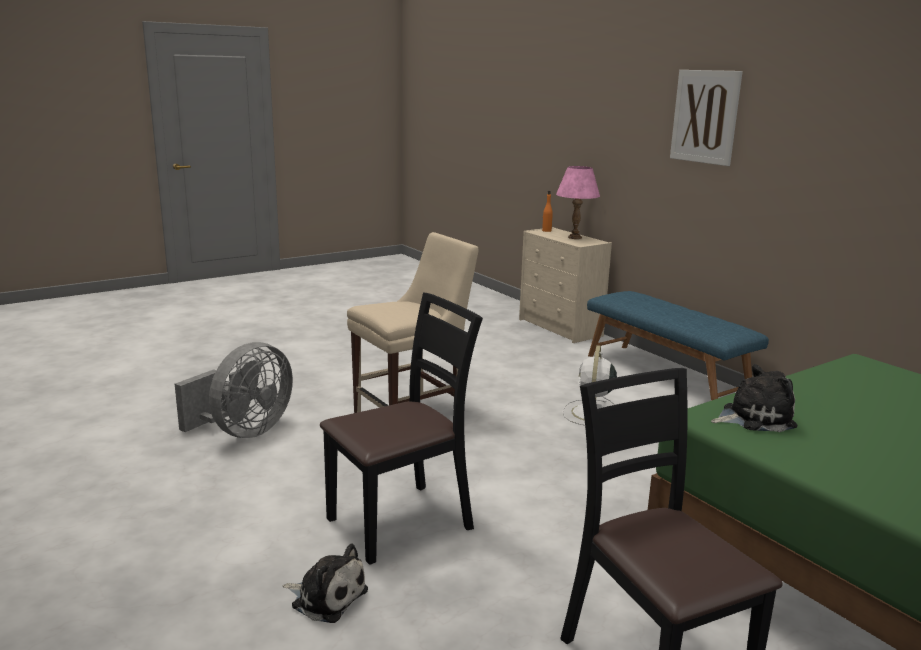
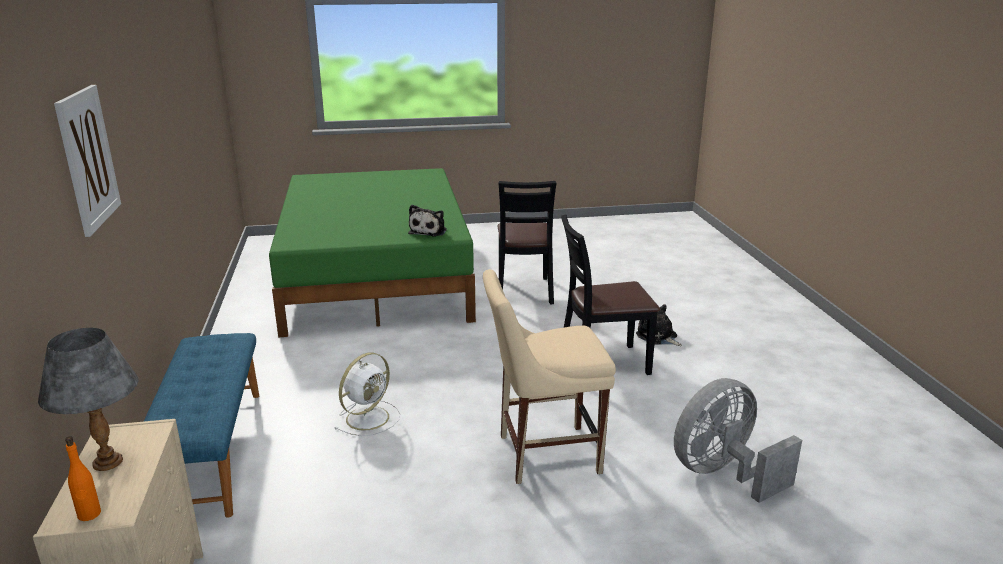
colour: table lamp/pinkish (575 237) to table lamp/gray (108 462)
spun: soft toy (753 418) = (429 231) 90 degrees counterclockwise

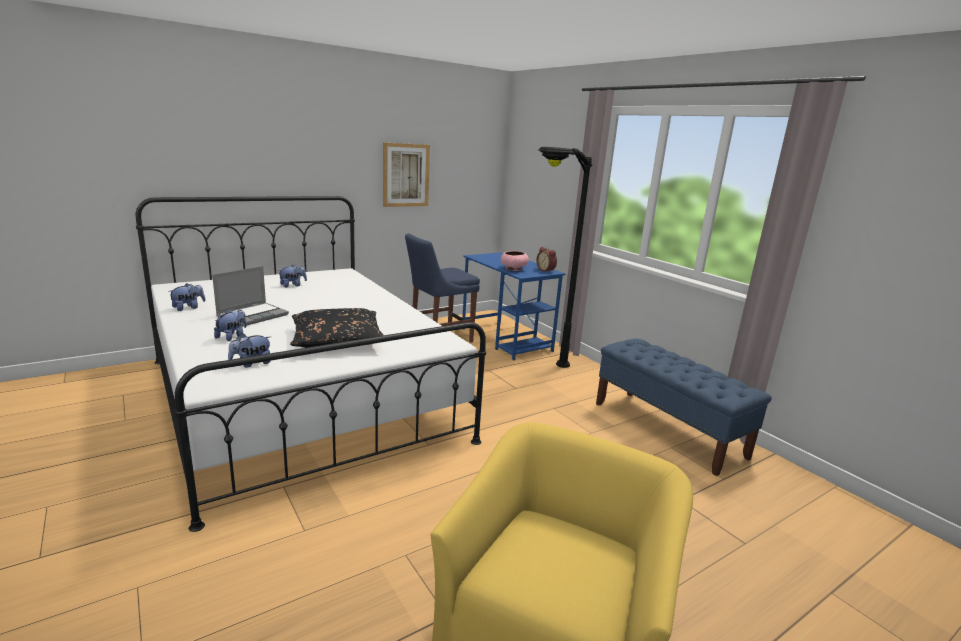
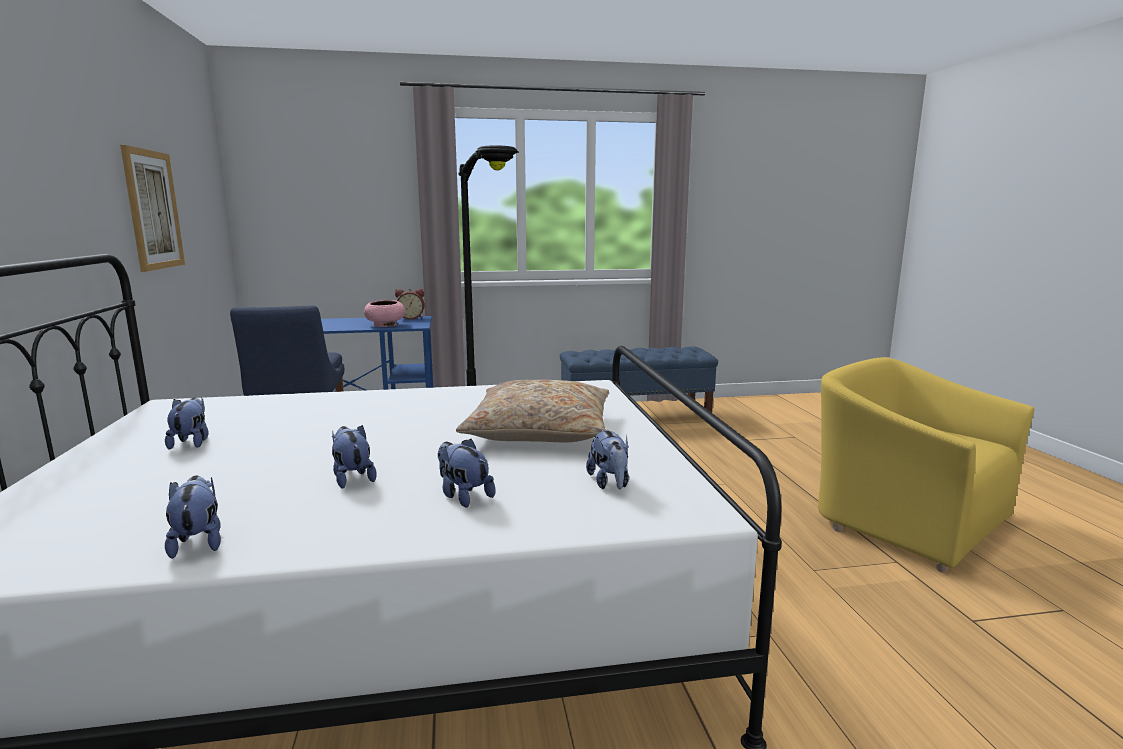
exchanged: notebook computer (253 315) to soft toy (352 478)
colour: pillow/black (337 339) to pillow/beige-coloured (539 430)

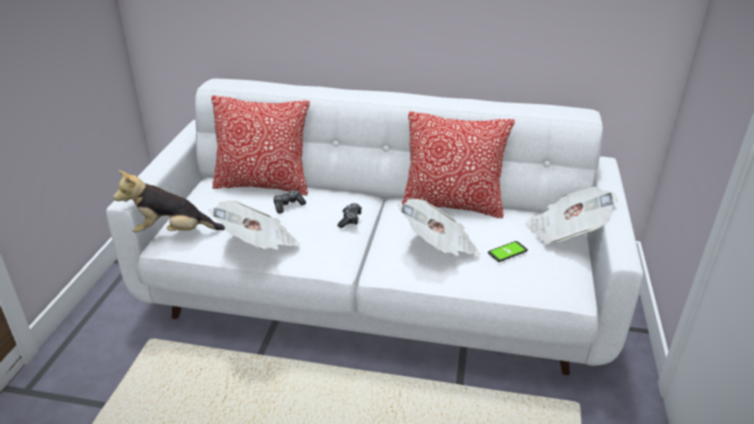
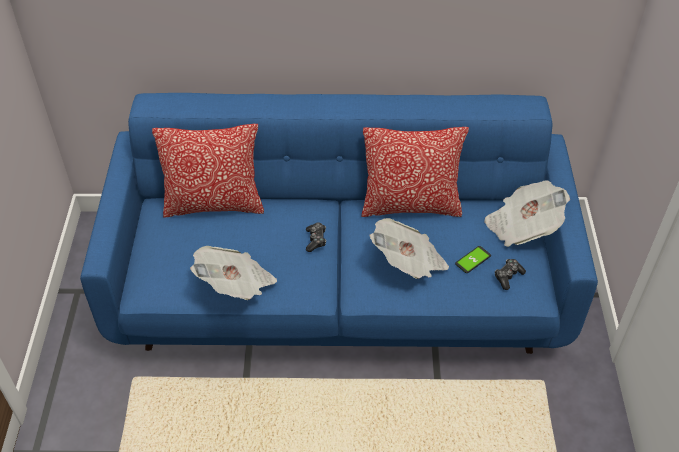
missing: soft toy (172 232)
relocated: joypad (288 205) to (508 276)
colour: couch/white-coloured (377 292) to couch/blue (340 289)

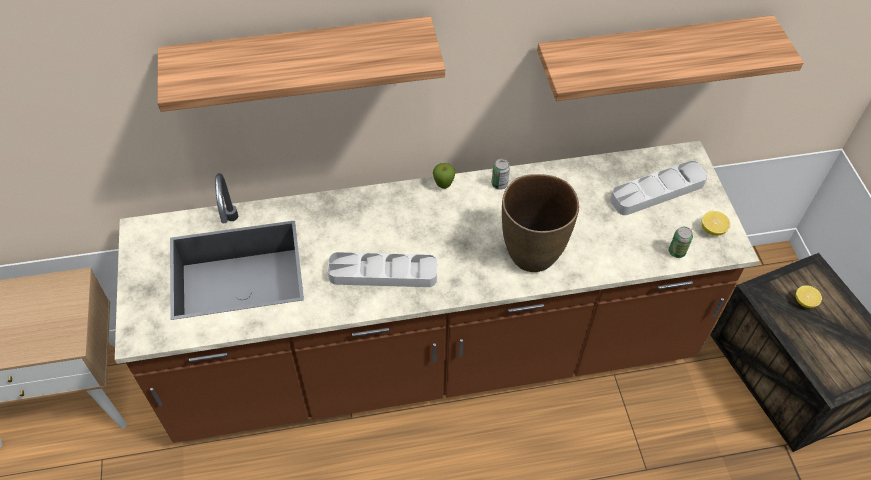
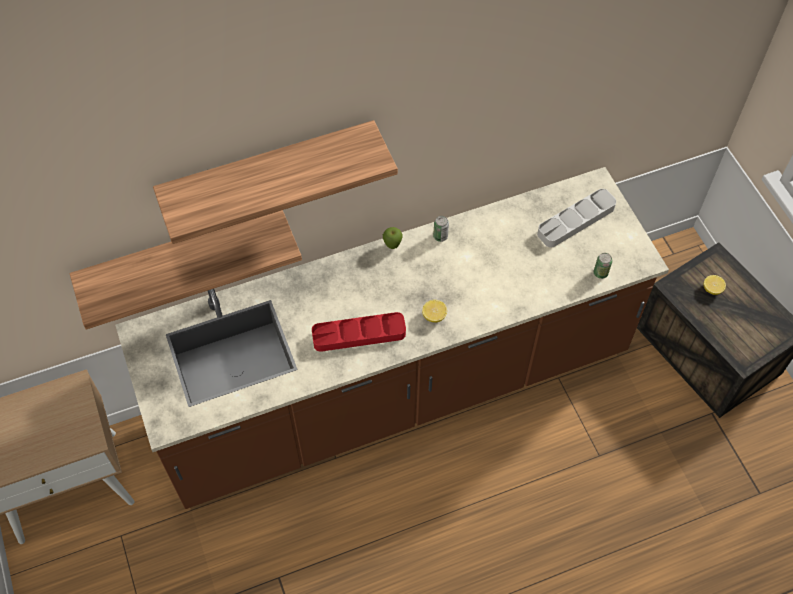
missing: decorative vase/brownish (531 254)
relocated: shelf (650 55) to (182 256); lemon (712 229) to (434 316)
colour: serving tray/gray (383 273) to serving tray/reddish (359 334)

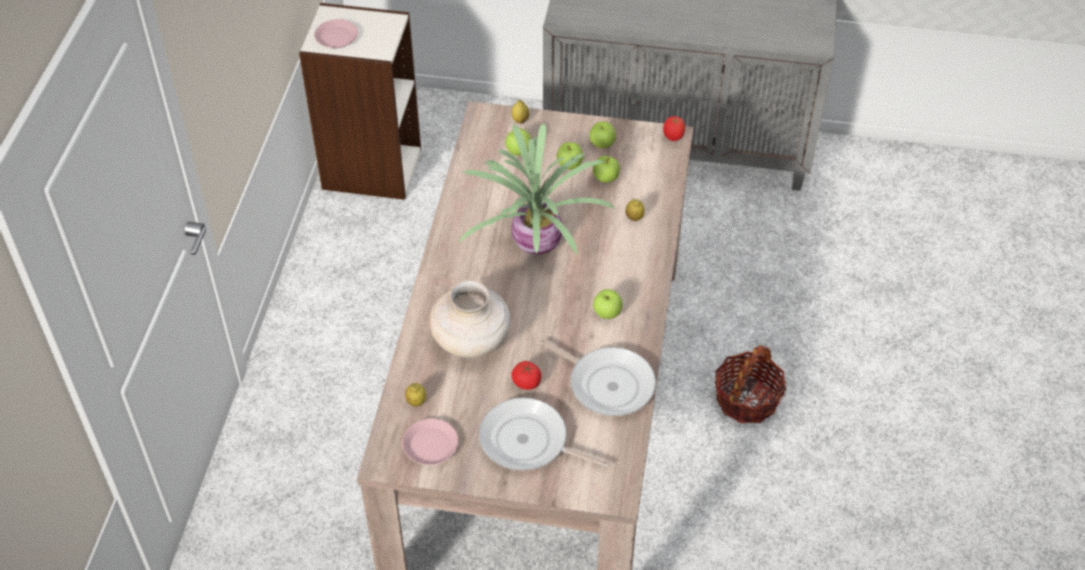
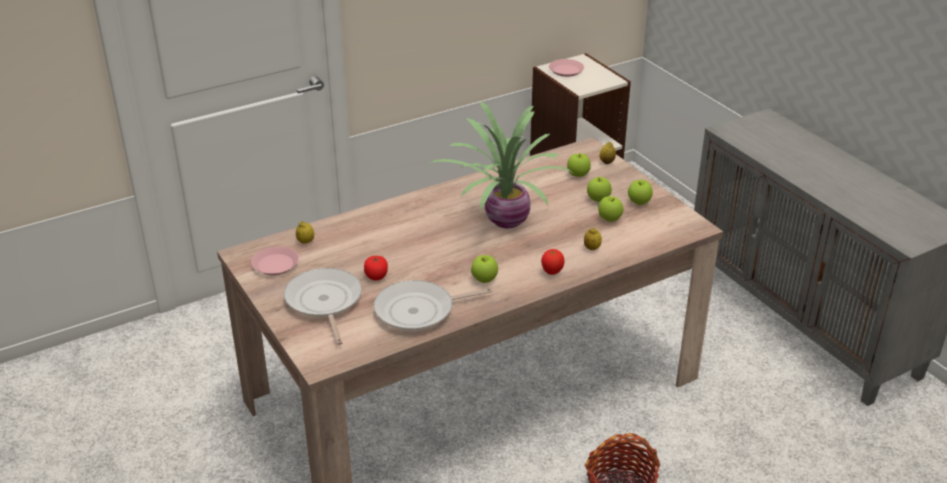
missing: decorative vase/beige-coloured (471 342)
relocated: tomato (673 138) to (551 272)
spun: skillet (607 384) = (419 311) 75 degrees clockwise

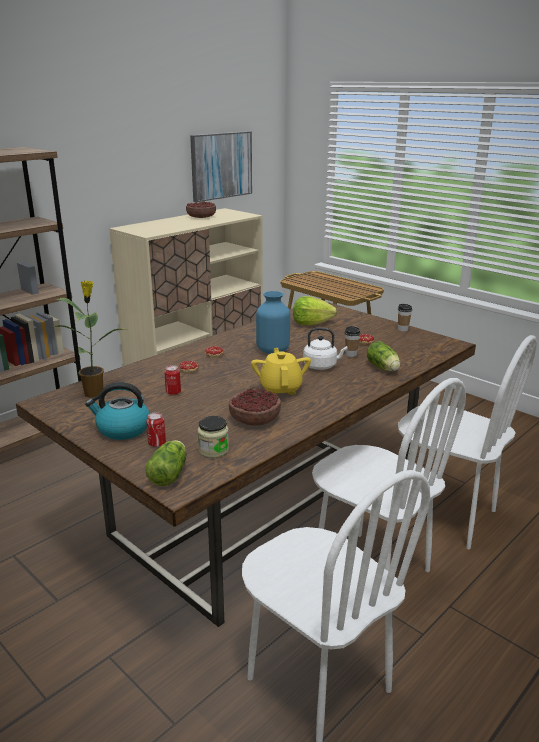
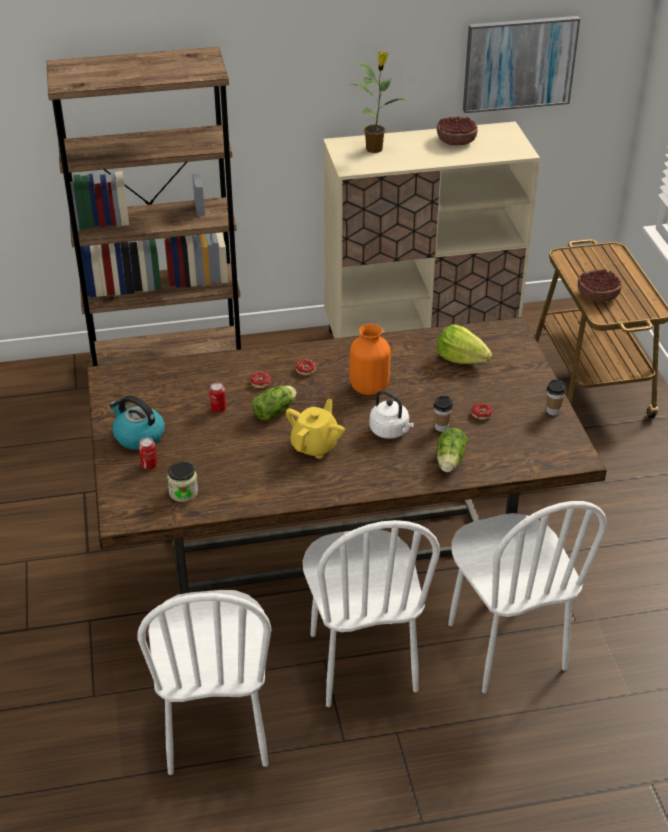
relocated: houseplant (95 393) to (375 149); bowl (255 419) to (598 295); lettuce head (170 473) to (276 411)
colour: decorative vase/blue (272 351) to decorative vase/orange-coloured (368 387)

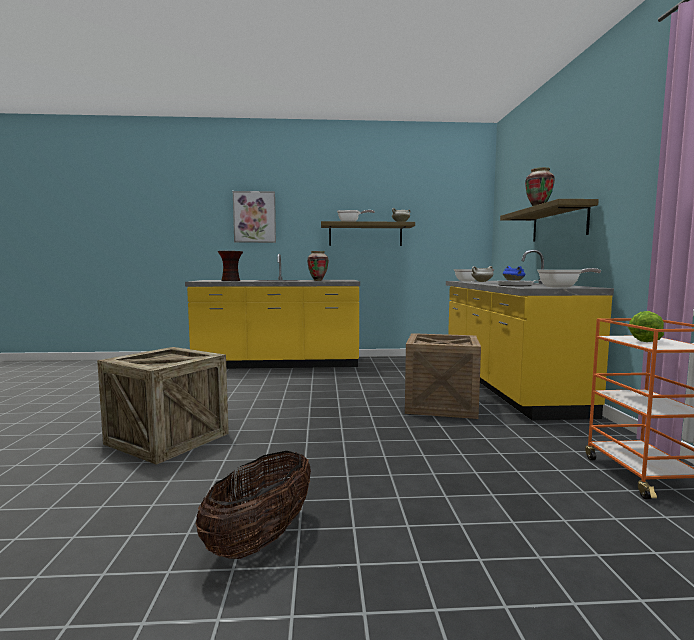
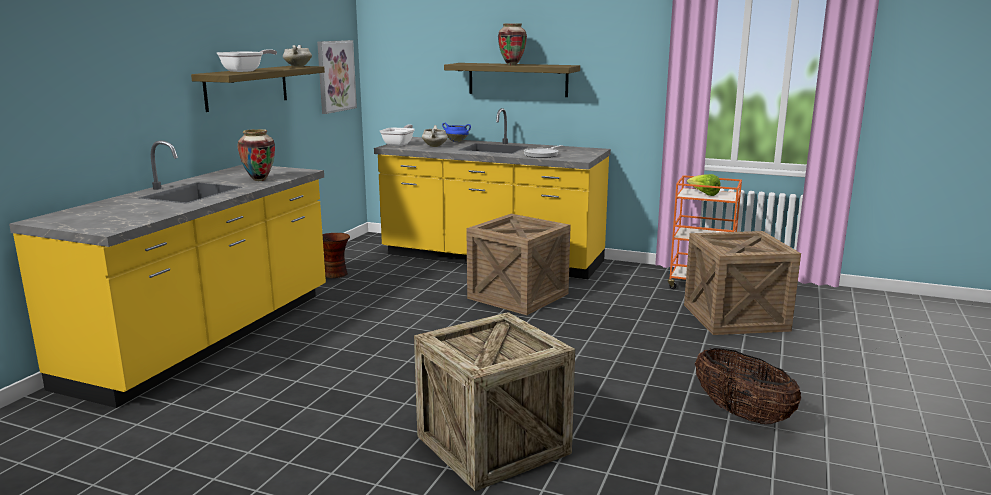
missing: skillet (562 287)
appeared: crate (735 317)
relocated: picture (254 217) to (335 76); decorative vase (231 281) to (335 274)

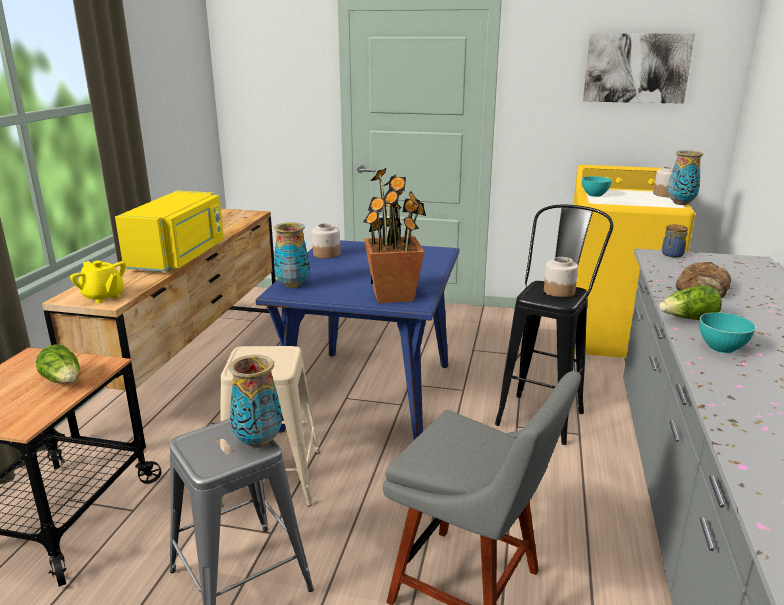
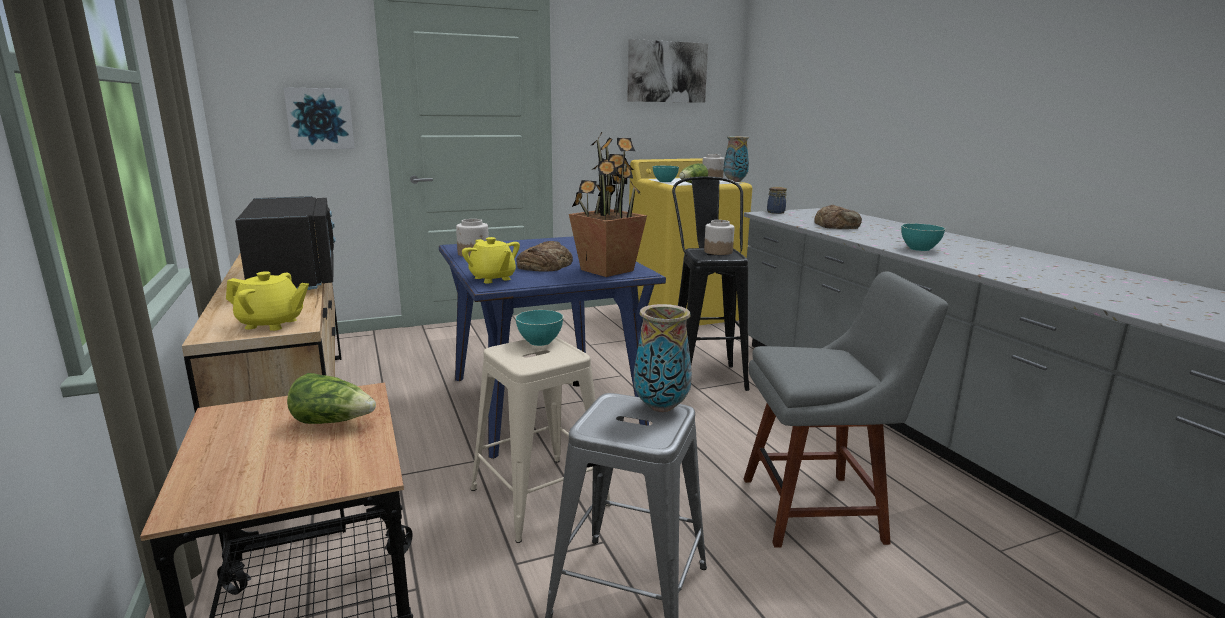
appeared: picture (320 118); bread (545 265); bowl/turquoise (540 341)
relocated: lettuce head (688 319) to (692 184)
exchanged: decorative vase (292 285) to pot for tea/yellow (492 278)
colour: microwave oven/yellow (180 257) to microwave oven/black (297 278)

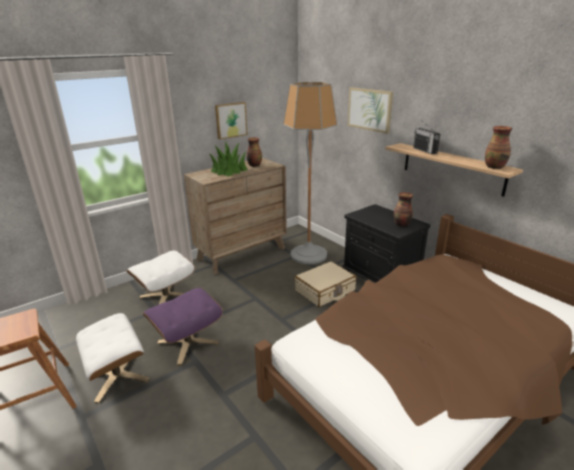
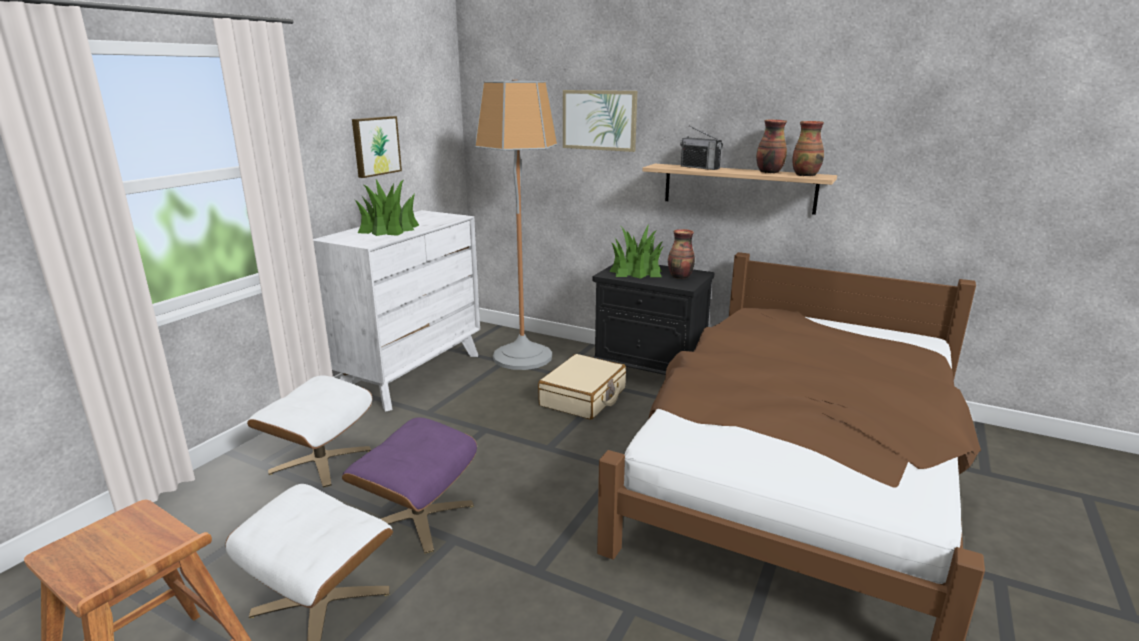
appeared: houseplant (636 271)
relocated: decorative vase (254 165) to (768 172)
colour: chest of drawers/brownish (241 253) to chest of drawers/white-coloured (412 374)

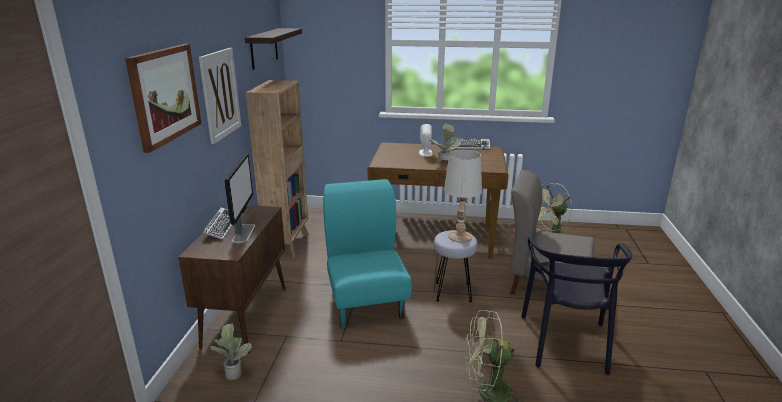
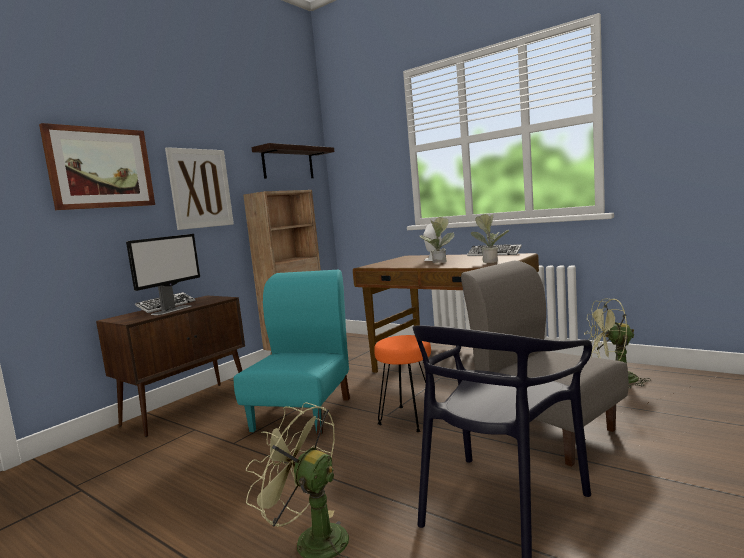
missing: table lamp/white-coloured (459 237)
relocated: houseplant (234 371) to (490 261)
colour: sitting stool/gray (452 292) to sitting stool/orange-coloured (408 418)

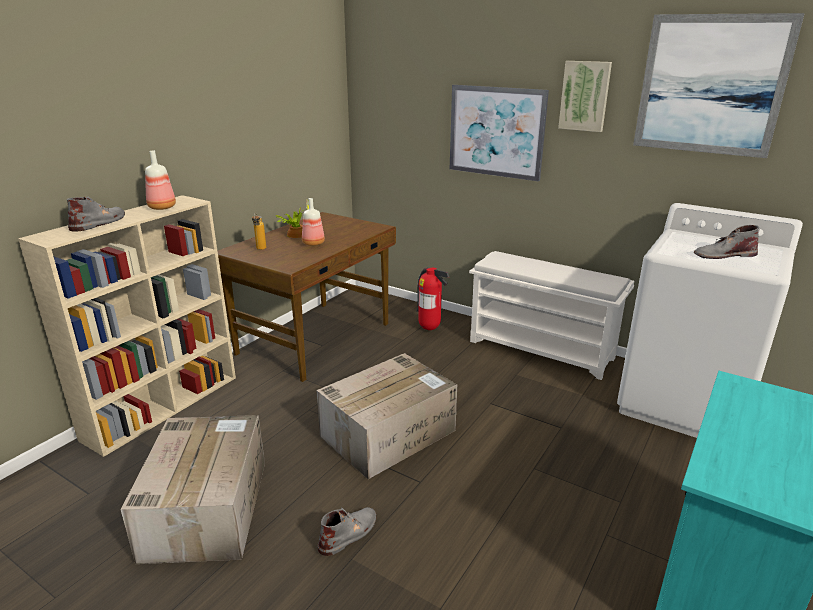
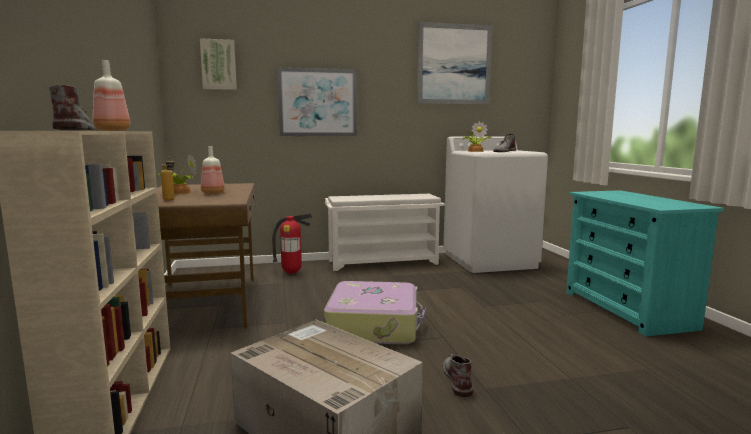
appeared: houseplant (476 151)
relocated: picture (585 96) to (218 65)
exchanged: cardboard box (389 432) to travel case (374 325)

